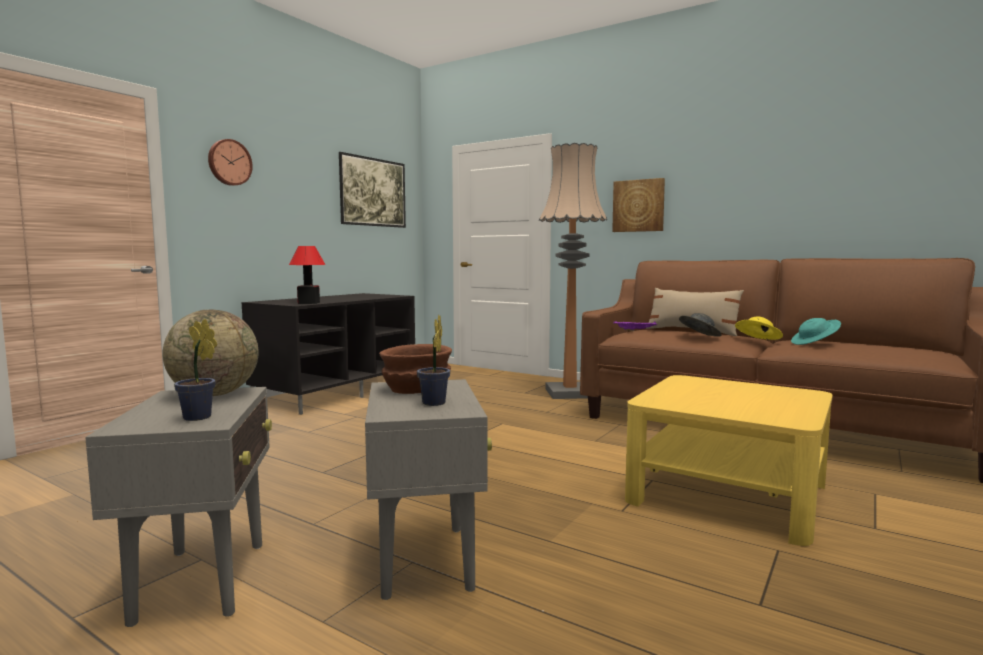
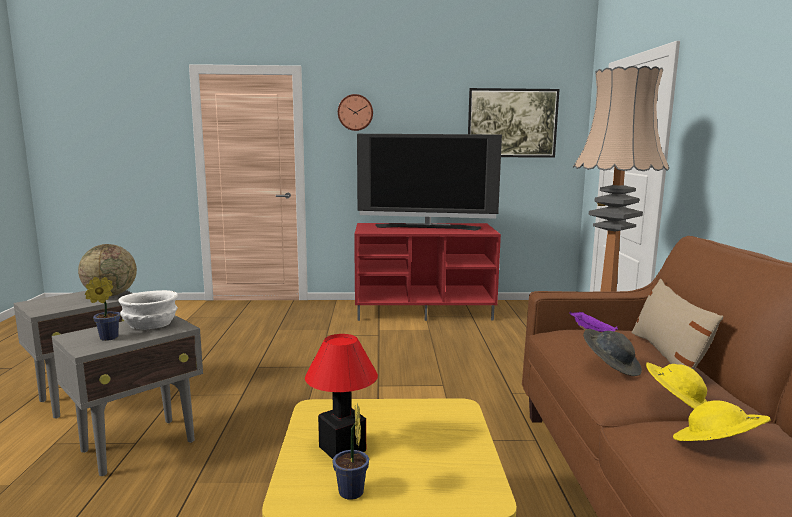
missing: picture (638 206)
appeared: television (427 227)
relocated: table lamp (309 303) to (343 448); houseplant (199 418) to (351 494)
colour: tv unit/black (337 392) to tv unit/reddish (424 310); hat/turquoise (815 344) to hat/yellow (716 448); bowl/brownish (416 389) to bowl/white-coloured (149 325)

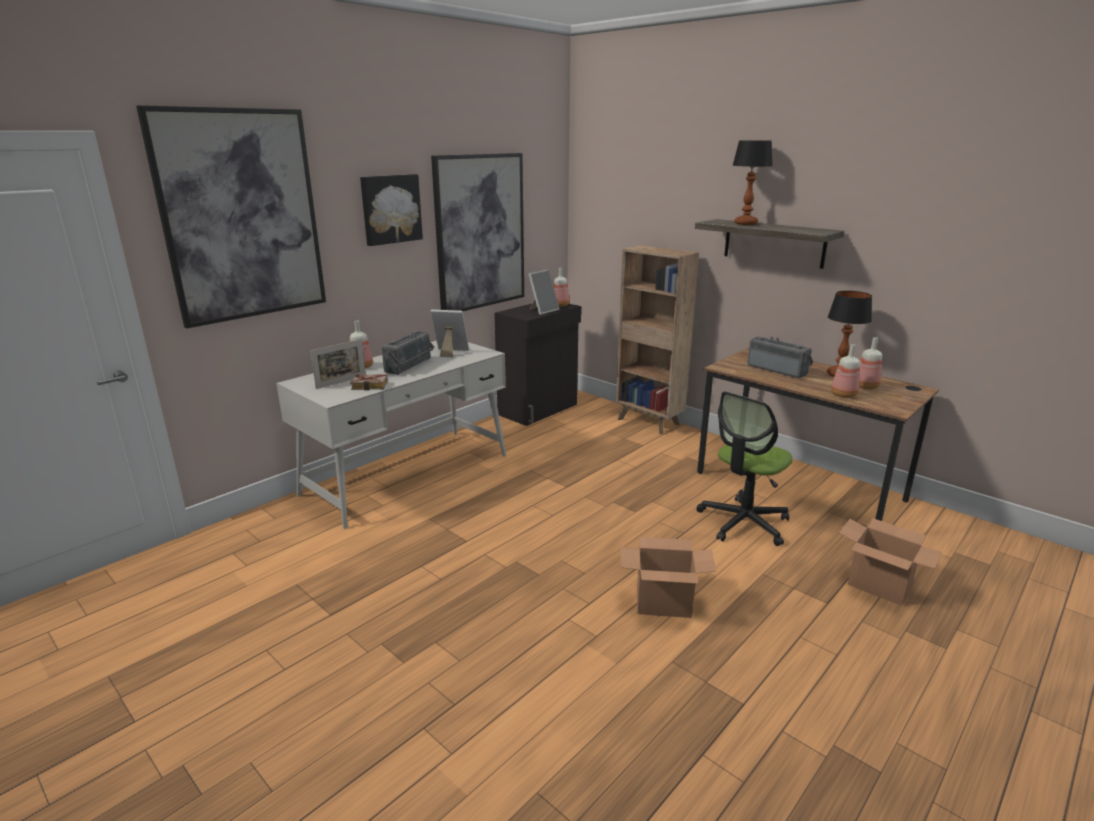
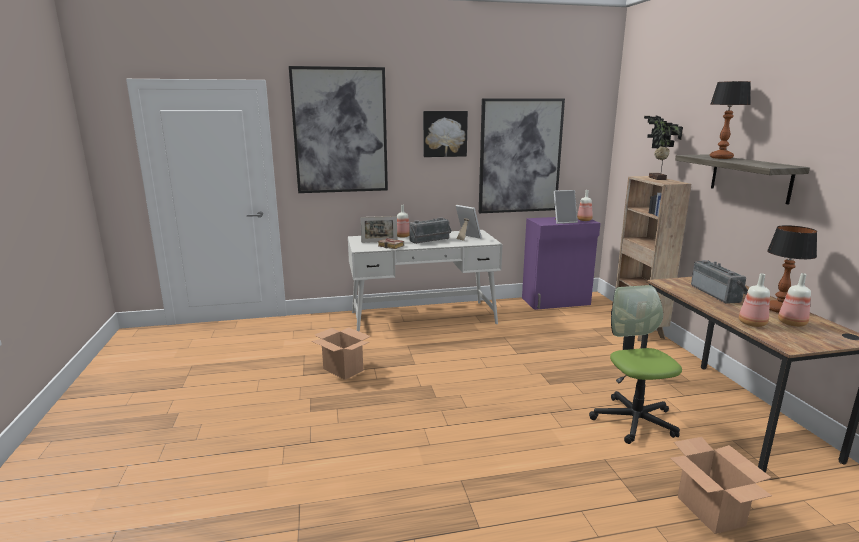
appeared: houseplant (656 178)
relocated: cardboard box (662 603) to (342 370)
colour: cabinet/black (539 409) to cabinet/purple (556 301)
spun: computer chair (743 522) = (634 420) 90 degrees clockwise

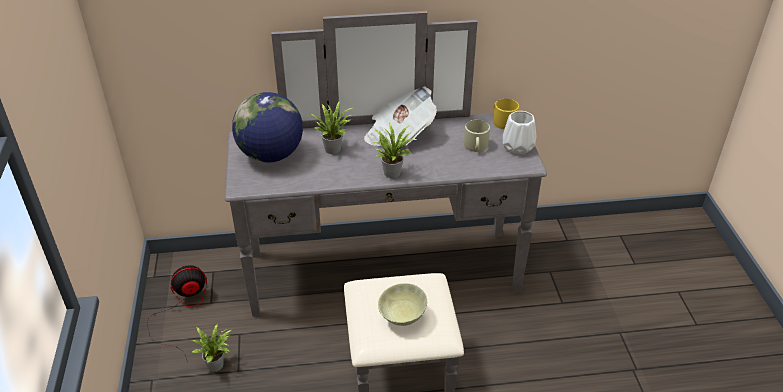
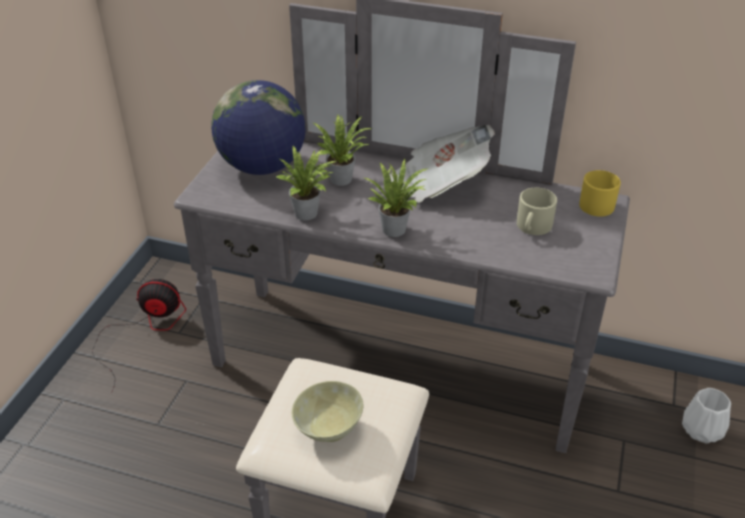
relocated: decorative vase/white-coloured (517 147) to (700 430); houseplant (217 365) to (309 214)

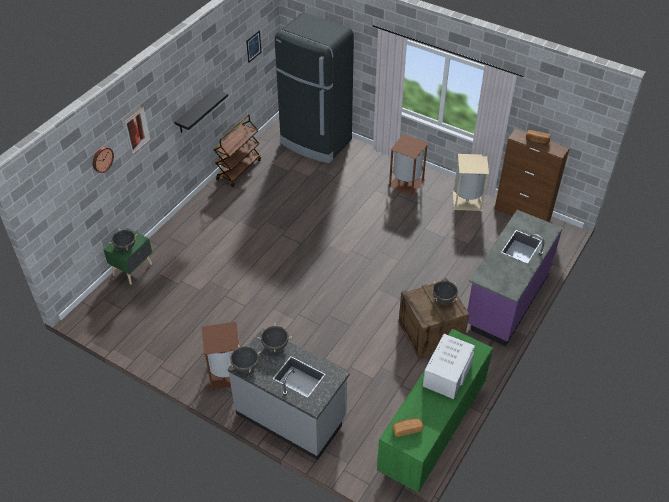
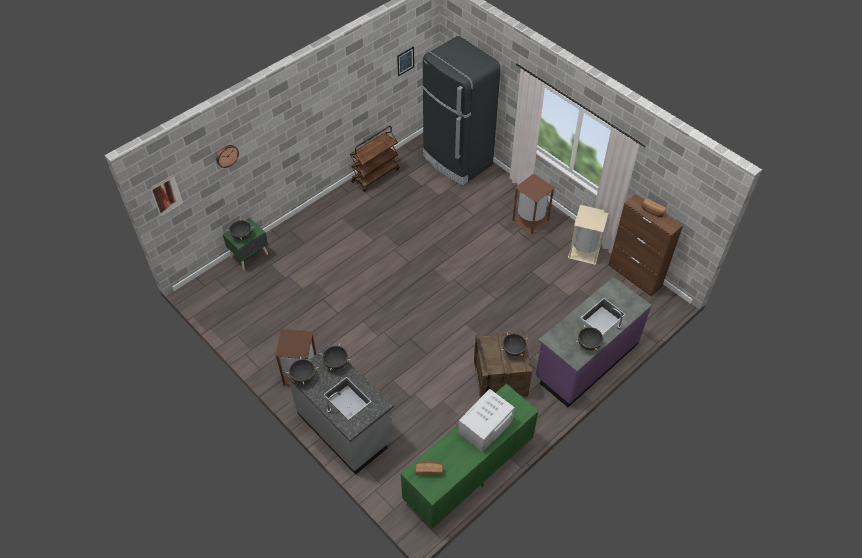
missing: shelf/black (195 111)
appeared: cooking pot/black (588 345)
relocated: picture (137 130) to (166 195)

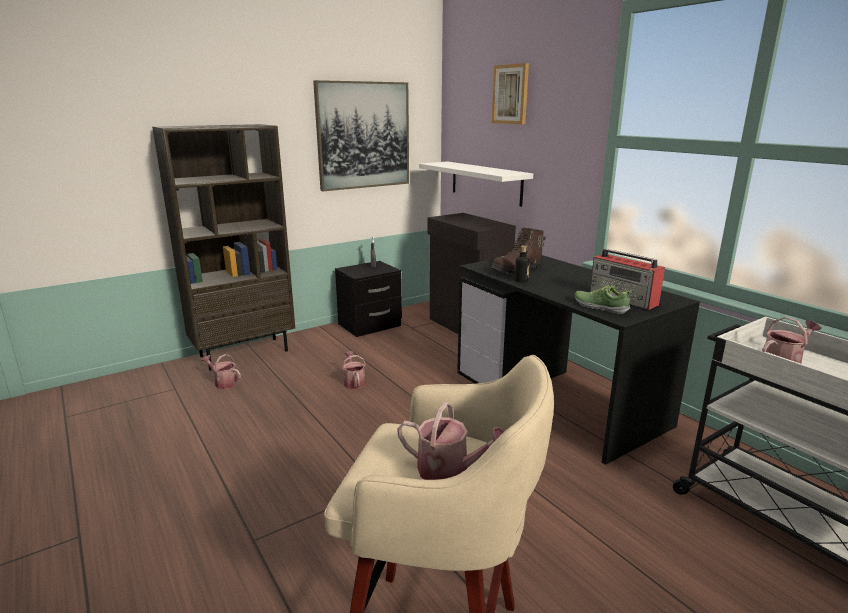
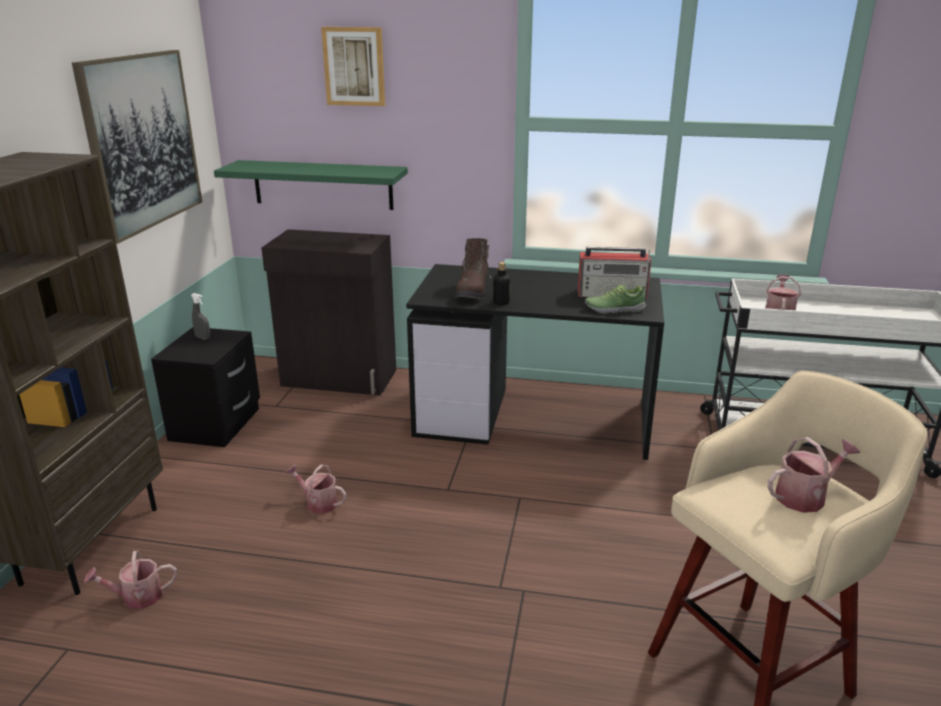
colour: shelf/white-coloured (486 183) to shelf/green-coloured (322 184)

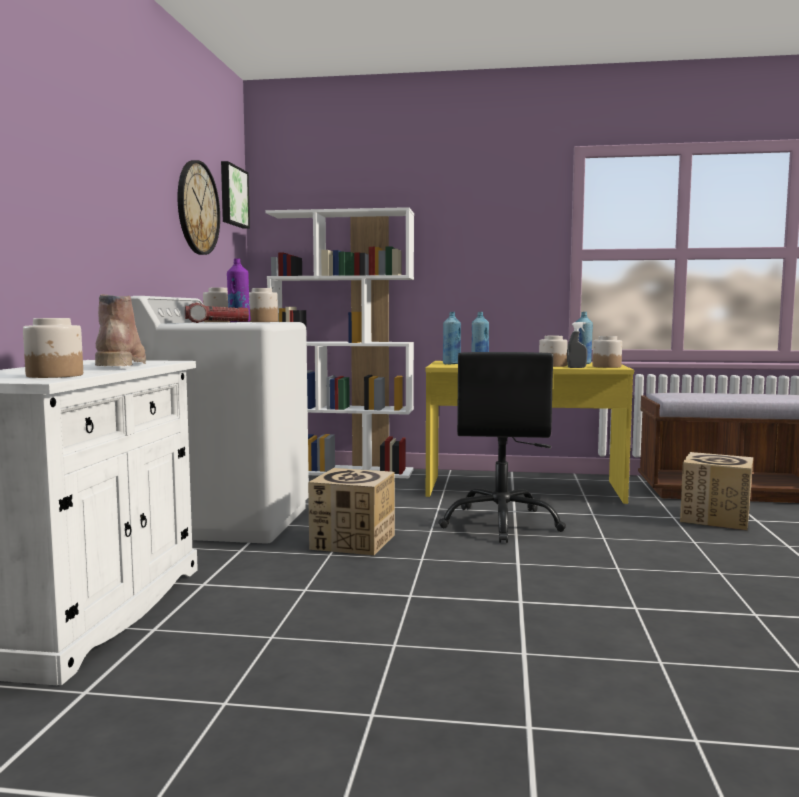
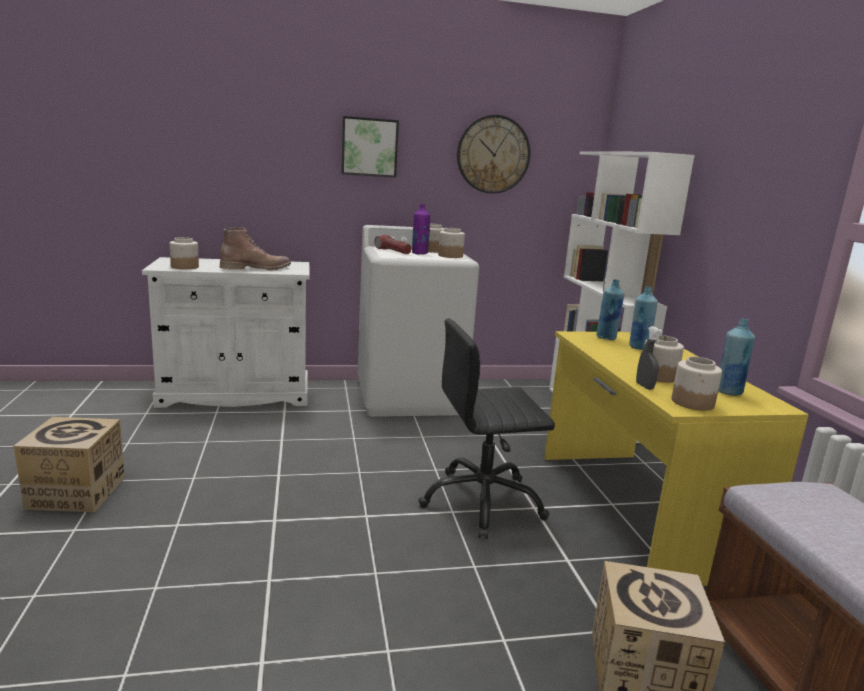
relocated: picture (232 196) to (369 147); cardboard box (353 542) to (76 492)

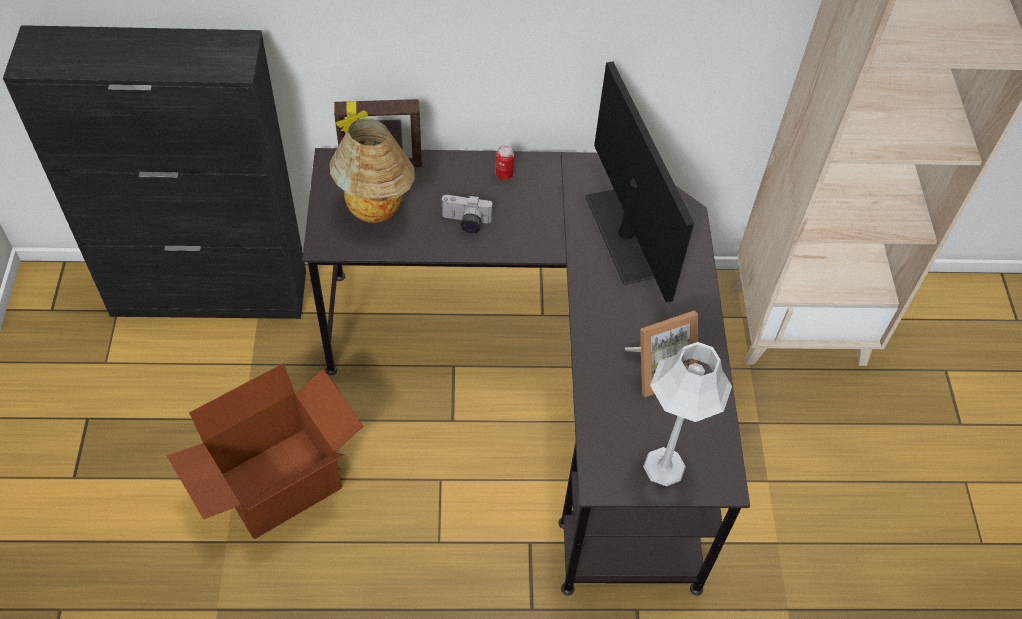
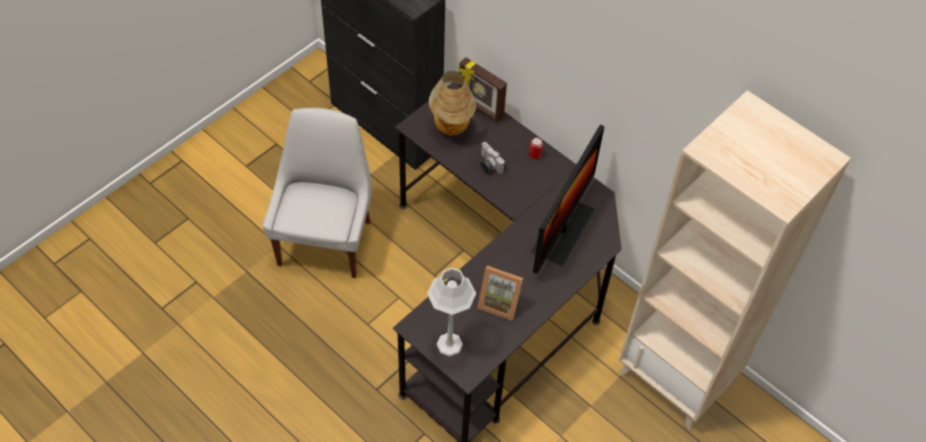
exchanged: cardboard box (280 484) to plain chair/white-coloured (326 239)

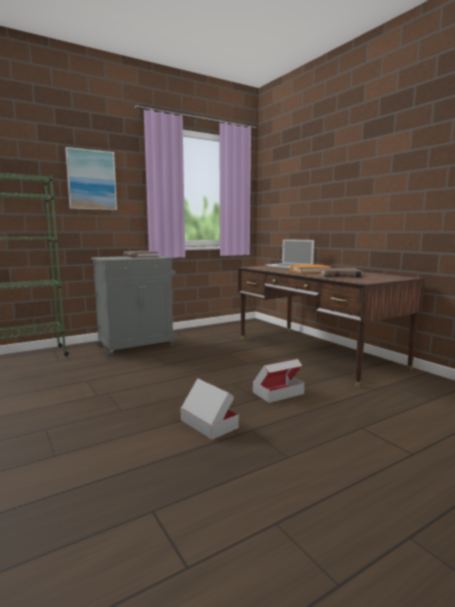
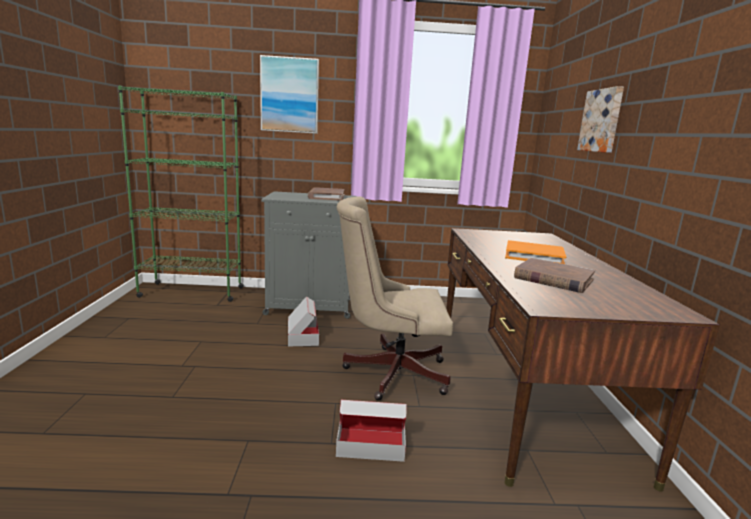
missing: notebook computer (289 266)
appeared: picture (602 121); computer chair/beige-coloured (389 372)
relocated: cardboard box (209 423) to (302 336)

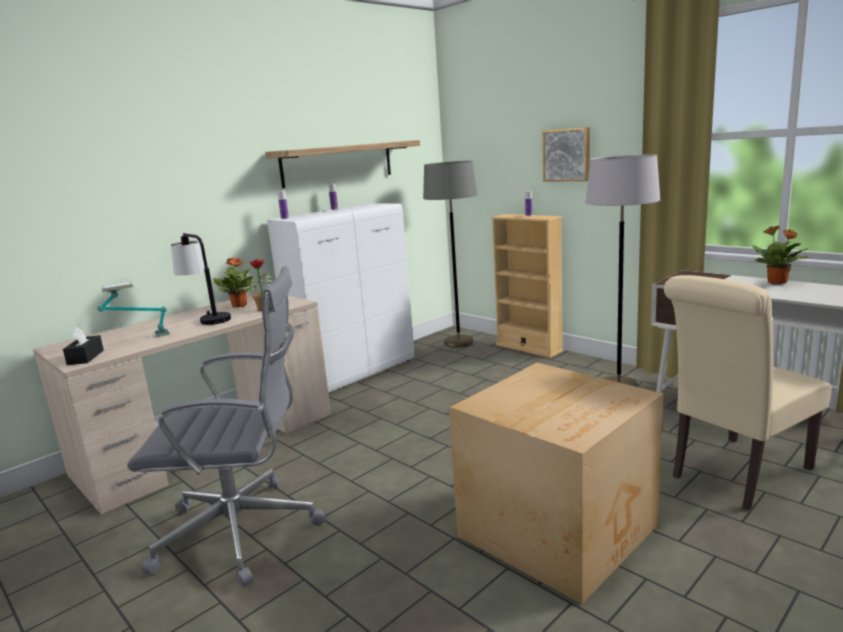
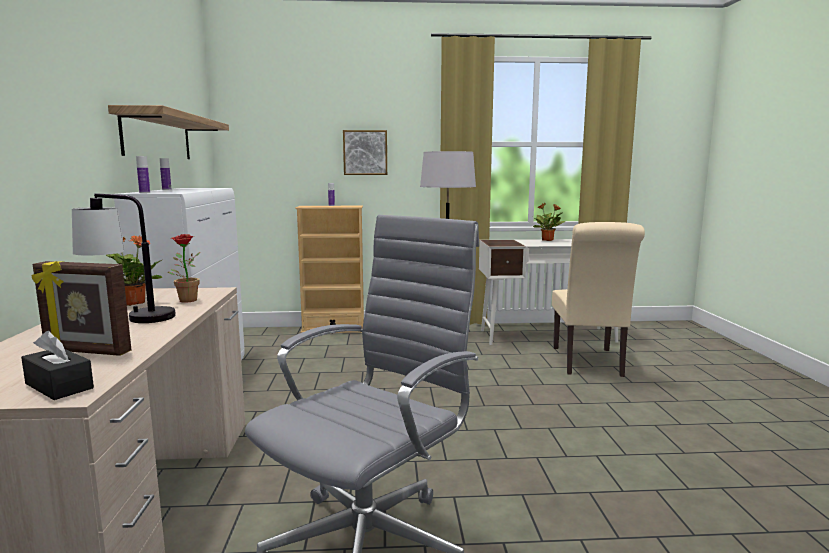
missing: standard lamp/gray (458 342); cardboard box (560 530)
exchanged: table lamp (139 339) to standing frame (86 352)

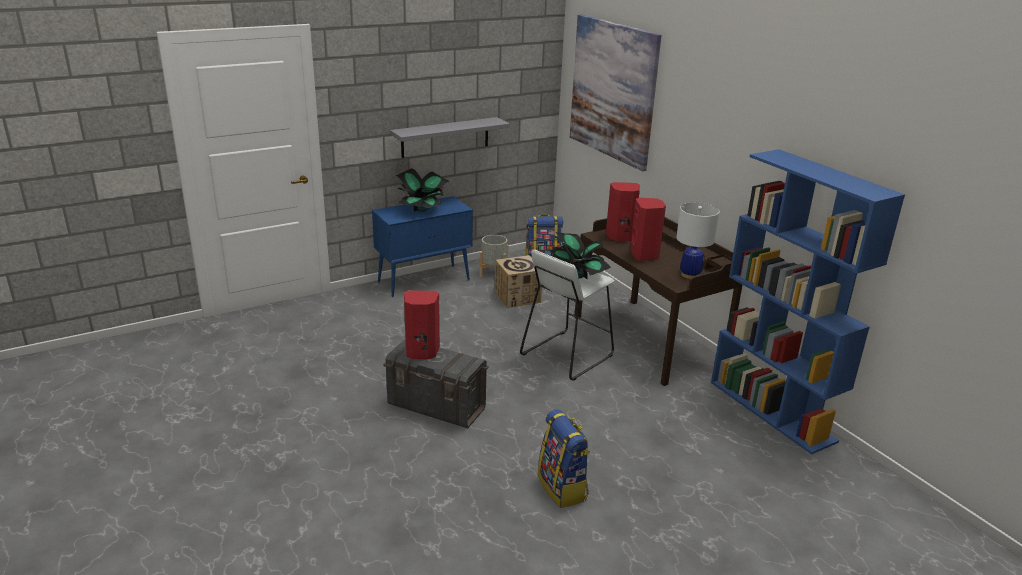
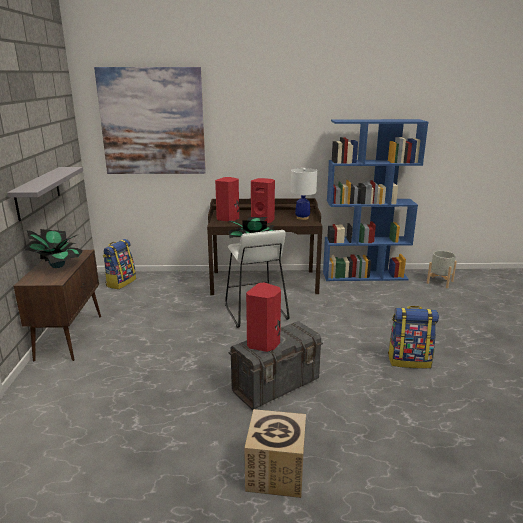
relocated: flower pot/gray (493 273) to (439 282); cardboard box (517 297) to (276 472)
colour: cabinet/blue (424 280) to cabinet/brownish (70 336)

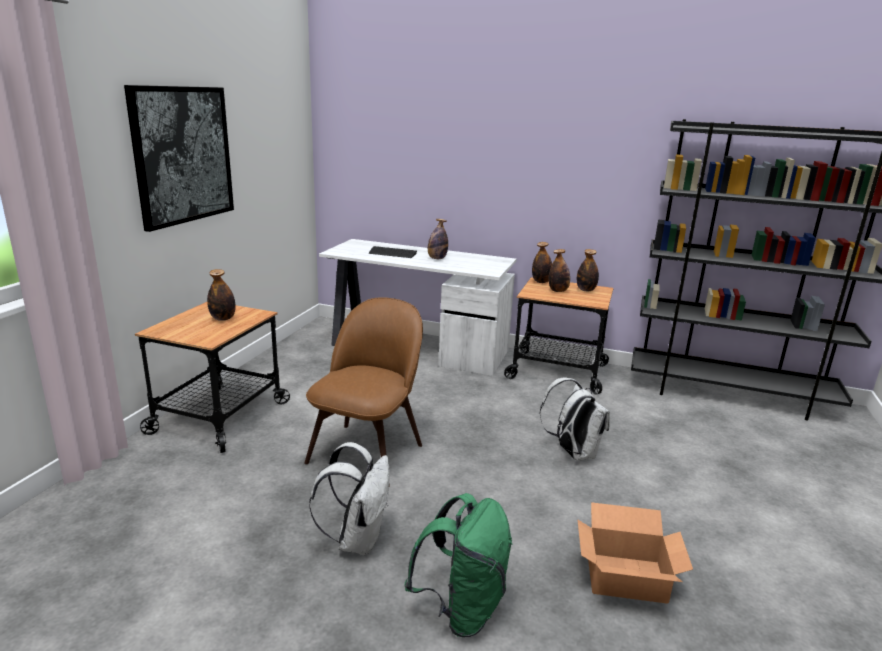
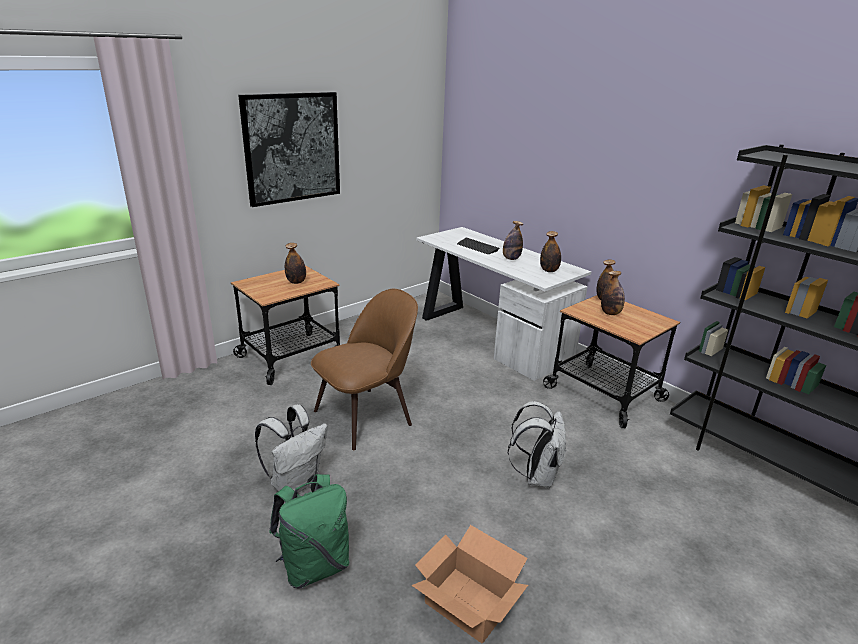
relocated: bottle (586 290) to (549 270)

